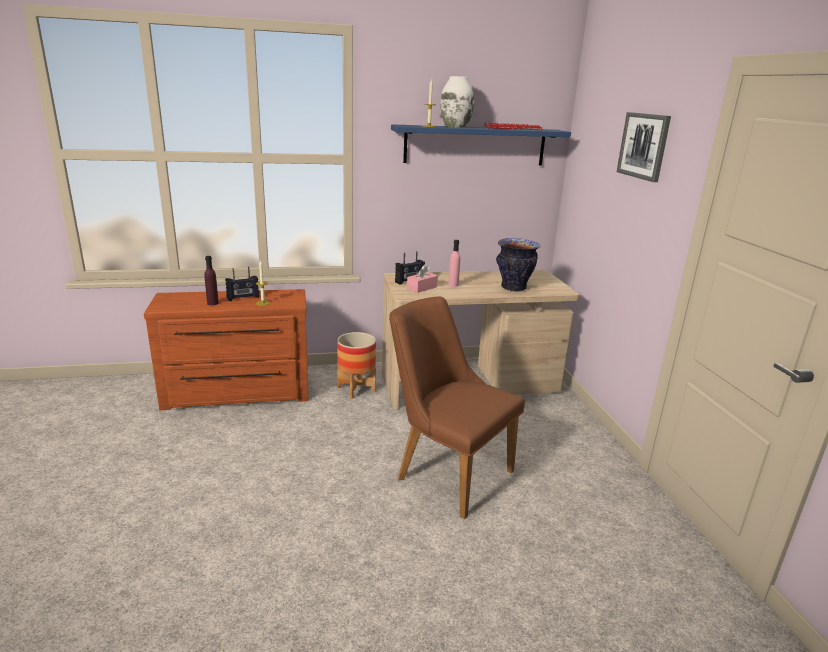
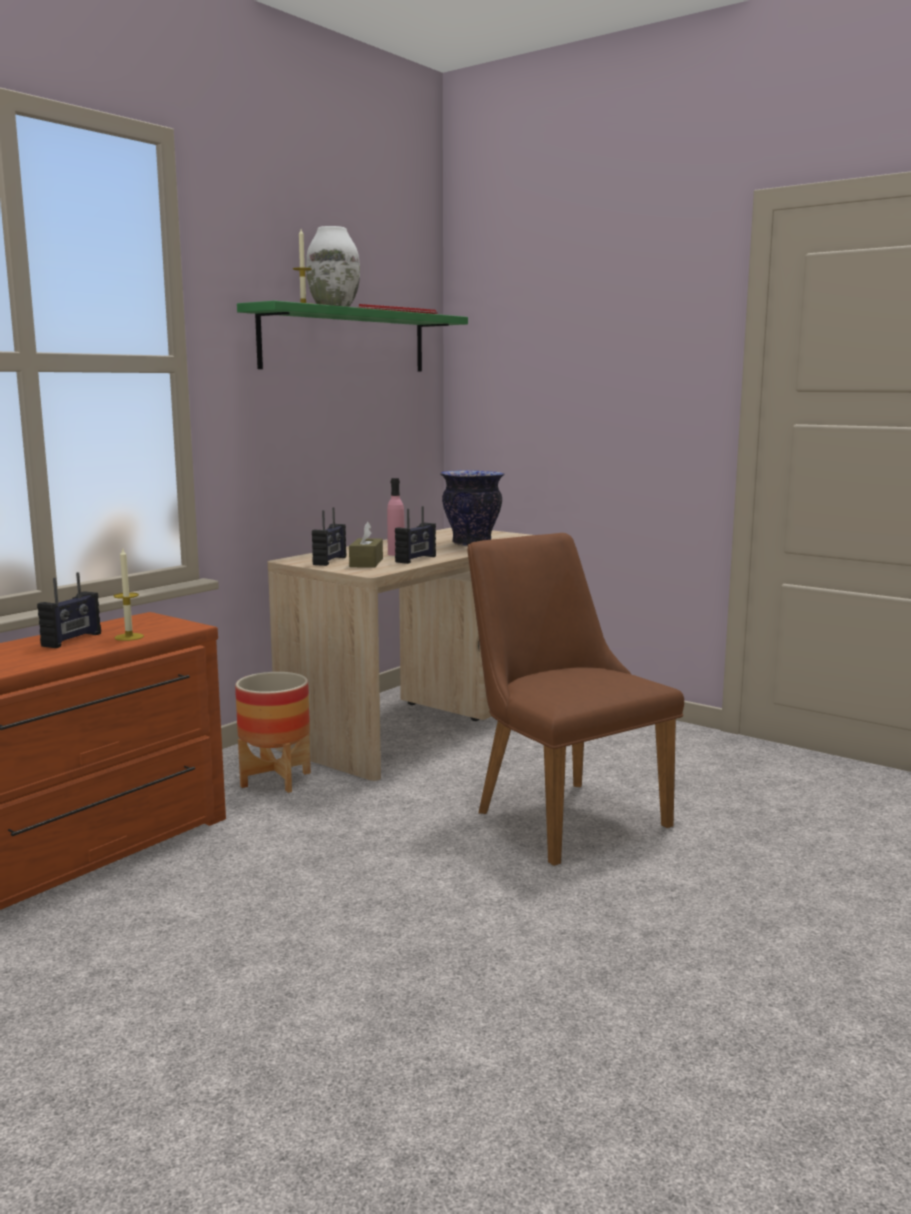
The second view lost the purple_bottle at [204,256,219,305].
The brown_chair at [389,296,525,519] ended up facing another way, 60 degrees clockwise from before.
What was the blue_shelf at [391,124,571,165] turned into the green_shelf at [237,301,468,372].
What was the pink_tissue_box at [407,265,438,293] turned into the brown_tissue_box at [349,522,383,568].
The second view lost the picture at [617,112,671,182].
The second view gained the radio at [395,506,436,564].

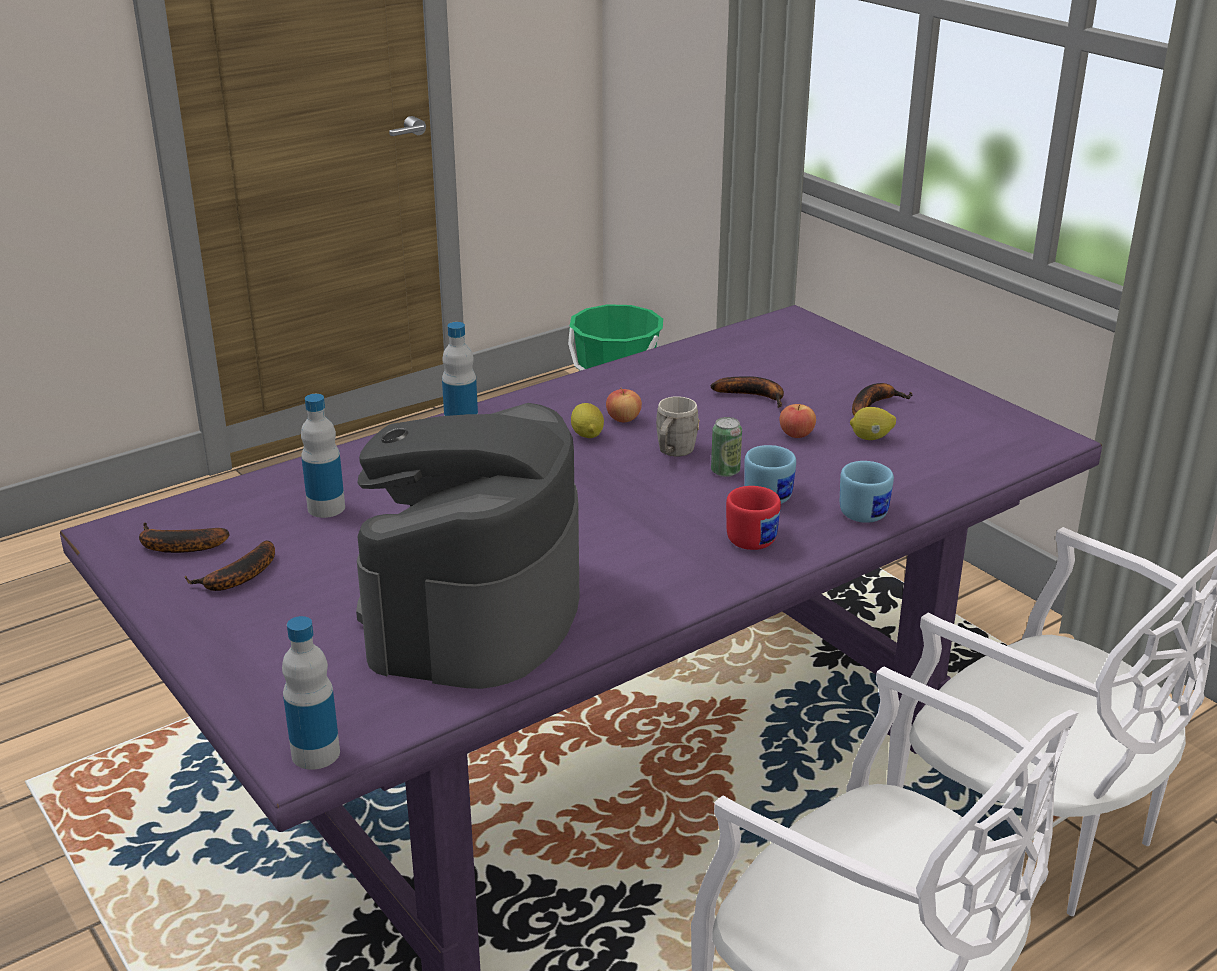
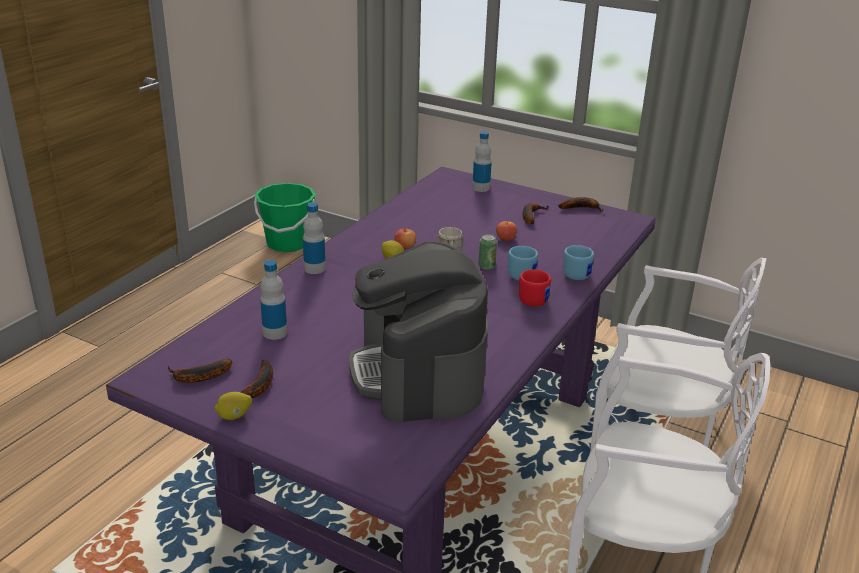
The bottle ended up elsewhere, having gone from [282,616,340,770] to [472,131,492,192].
The banana ended up elsewhere, having gone from [711,376,784,408] to [558,197,603,212].
The lemon ended up elsewhere, having gone from [850,407,896,440] to [215,392,252,420].

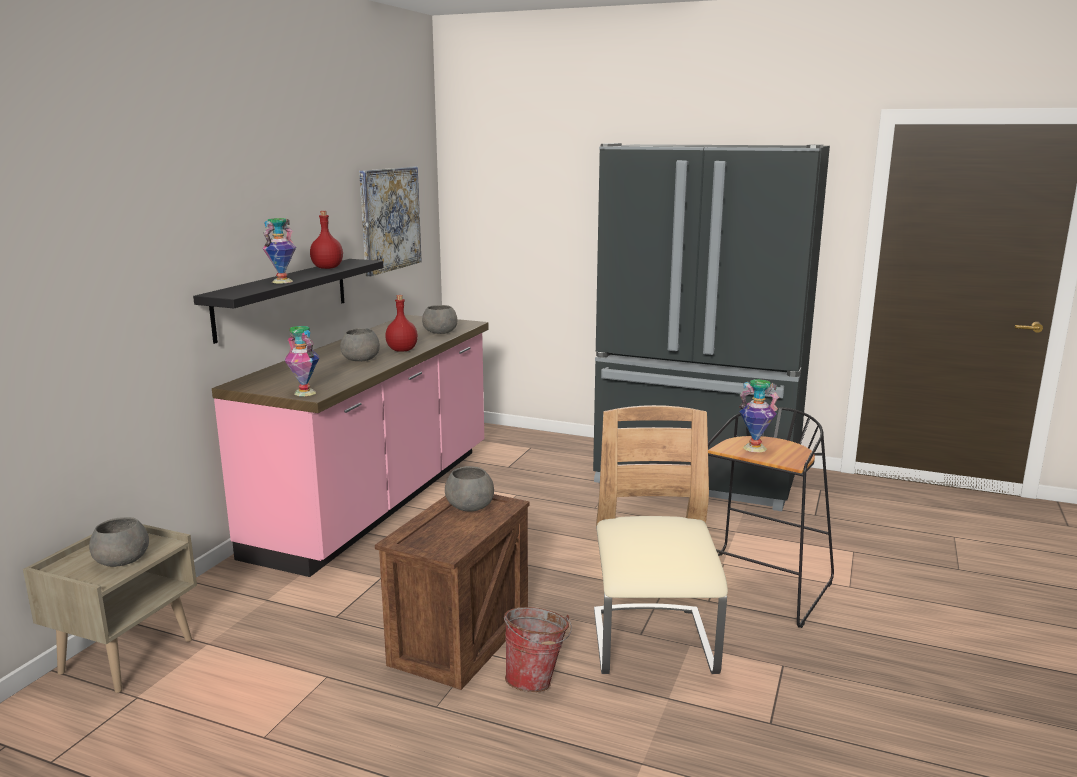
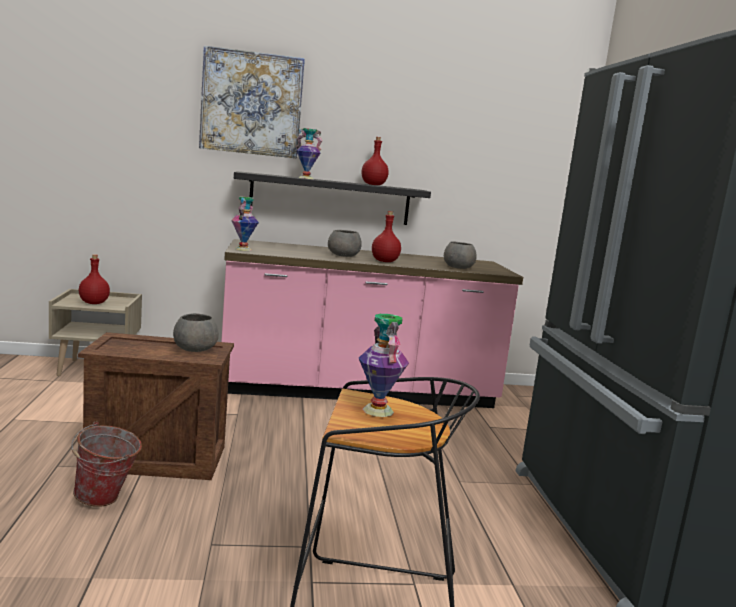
Where the grey_bowl stood at [89,517,149,567], the red_bottle came to stand at [79,254,110,304].
The picture ended up elsewhere, having gone from [359,167,422,276] to [199,46,305,158].
The second view lost the beige_chair at [594,405,728,674].

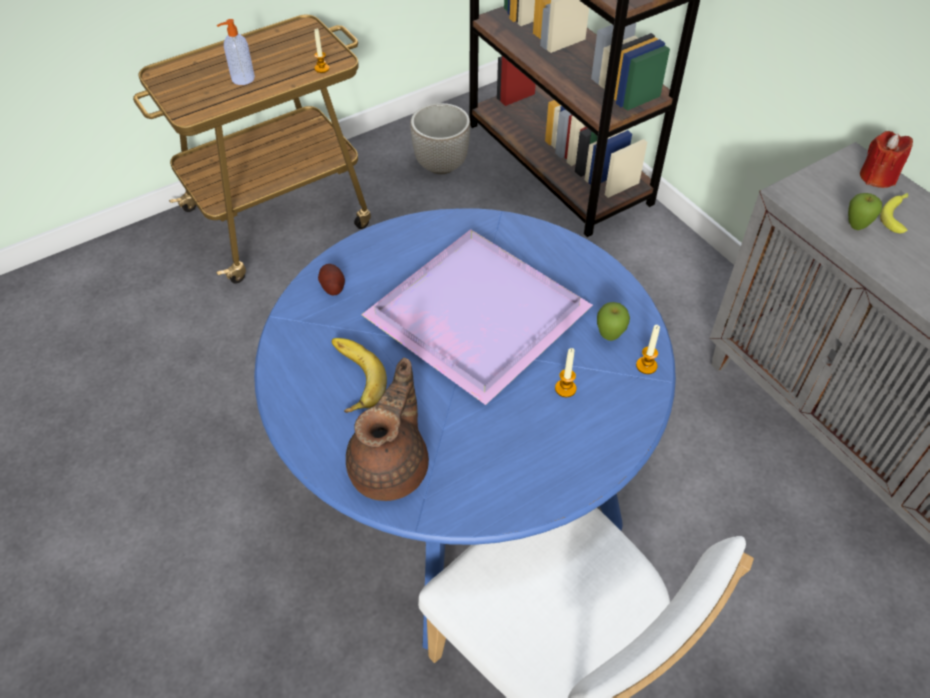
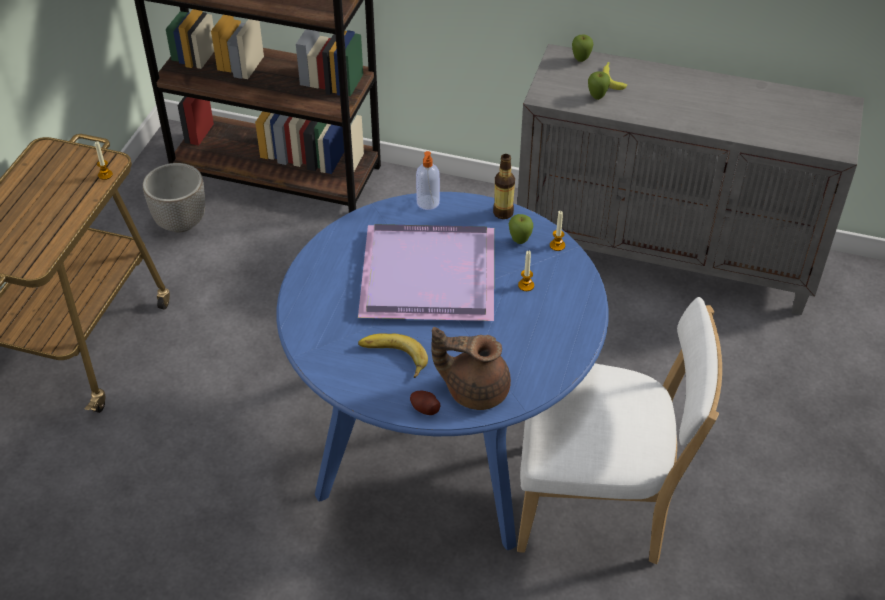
The soap_dispenser ended up elsewhere, having gone from [217,19,255,85] to [416,151,440,210].
The potato ended up elsewhere, having gone from [318,264,345,296] to [410,391,441,415].
The brown_teapot at [346,358,429,501] ended up facing another way, 60 degrees counterclockwise from before.
Where the red_candle stood at [860,131,913,188], the apple came to stand at [572,35,593,62].
The second view gained the bottle at [493,154,515,219].

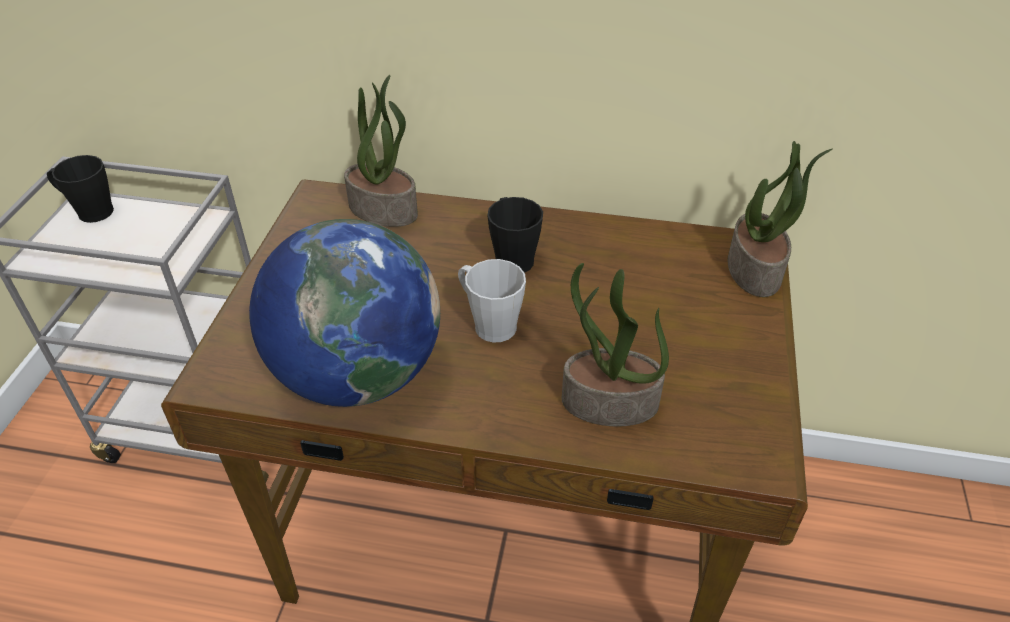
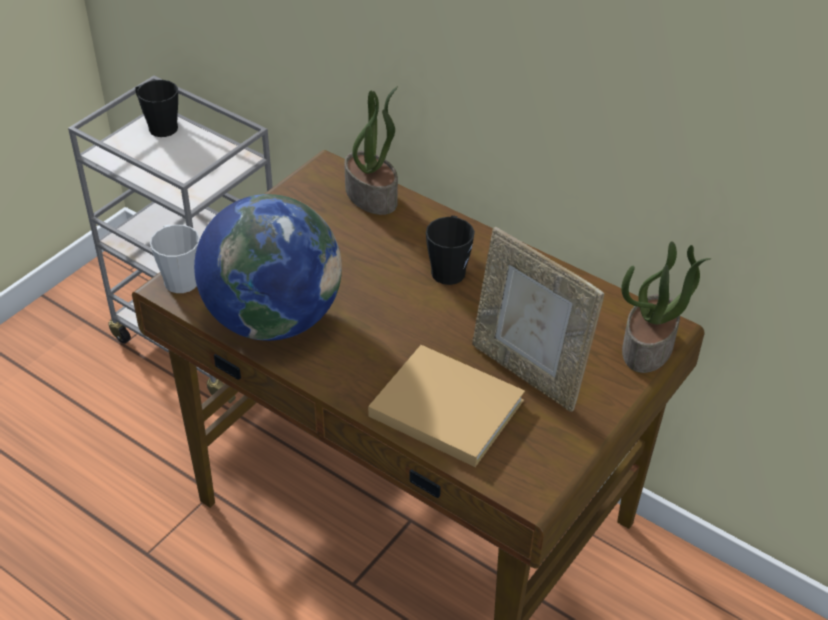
The grey_mug ended up elsewhere, having gone from [458,259,526,342] to [150,224,200,293].
Where the potted_plant stood at [562,263,669,427], the beige_book came to stand at [368,345,525,467].
The second view gained the picture_frame at [472,227,605,412].

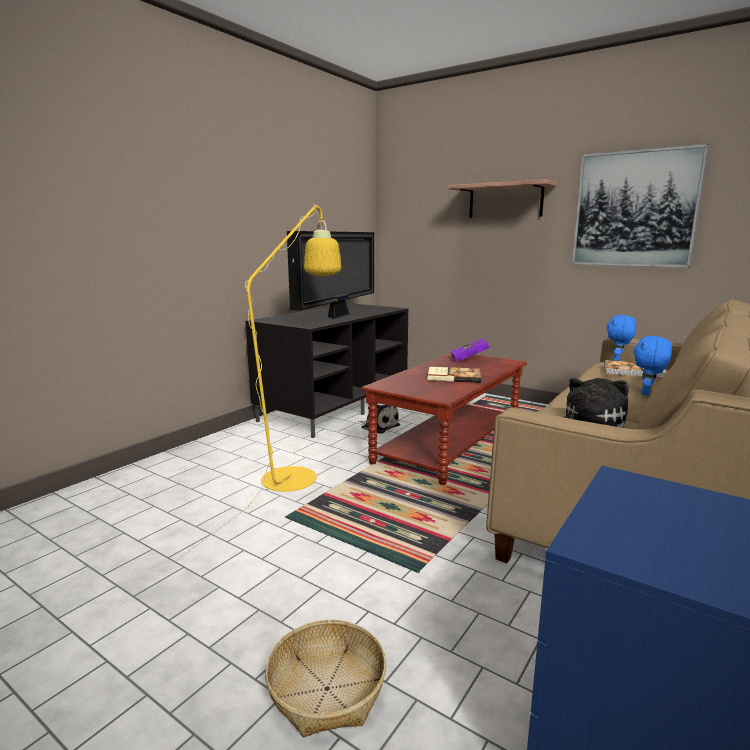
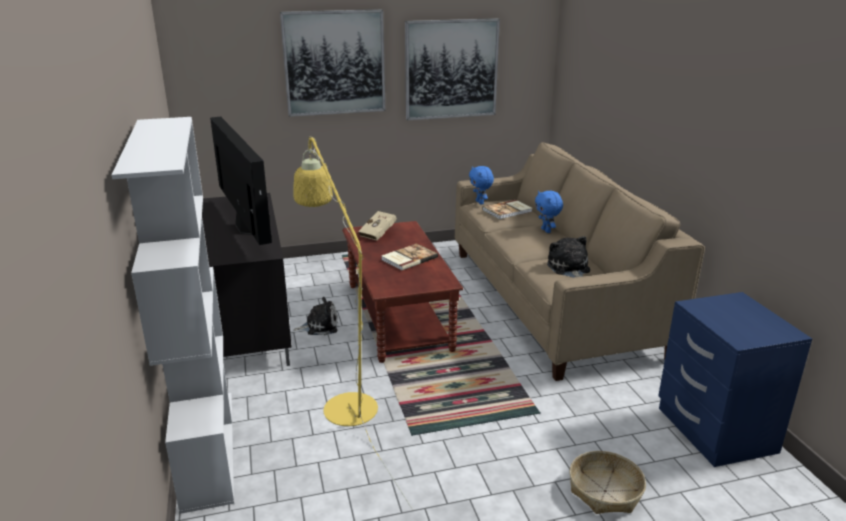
Where the shelf hung at [447,179,557,218], the picture came to hang at [280,9,385,117].
What was the purple_book at [450,339,493,362] turned into the beige_book at [358,211,397,240].
The second view gained the white_bookcase at [112,117,234,514].

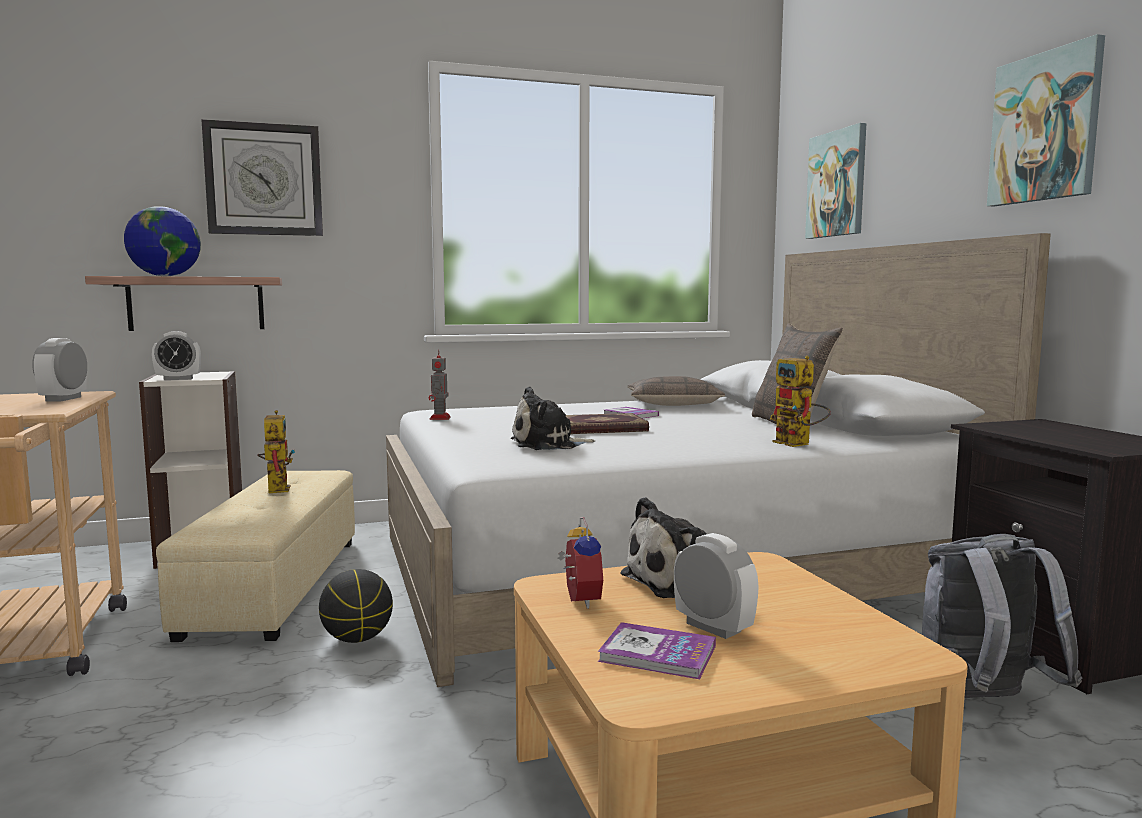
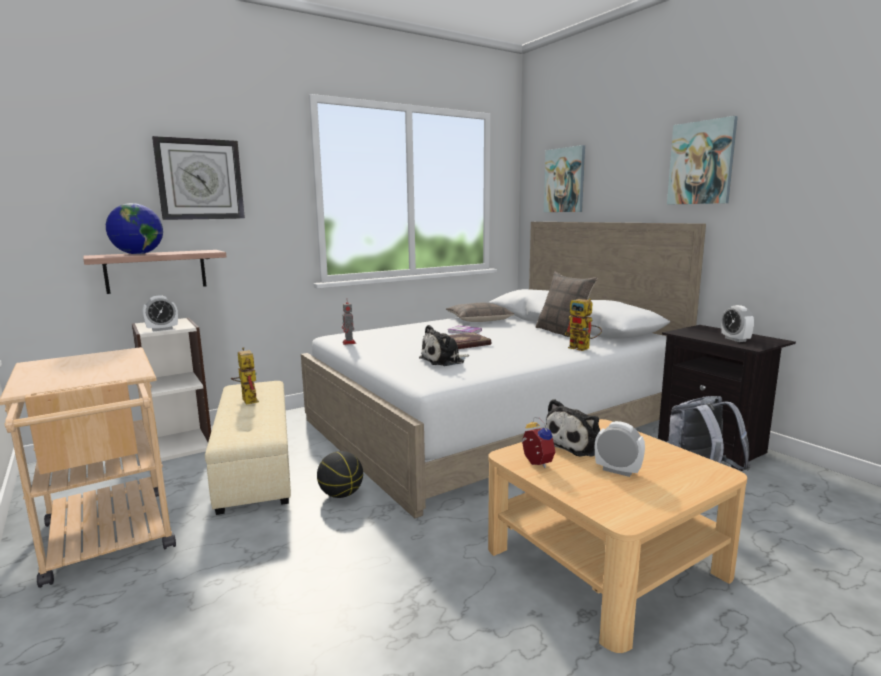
The alarm_clock ended up elsewhere, having gone from [32,338,87,401] to [721,305,754,342].
The second view lost the book at [598,622,716,679].

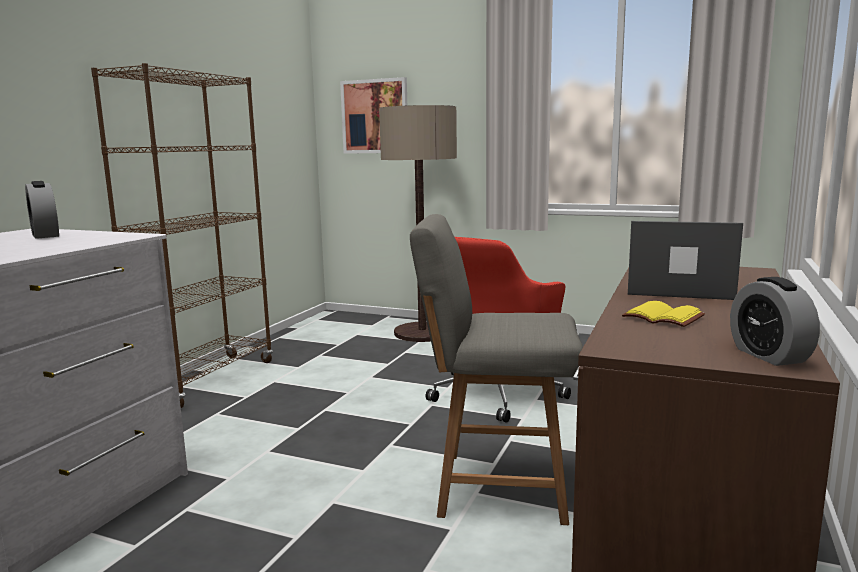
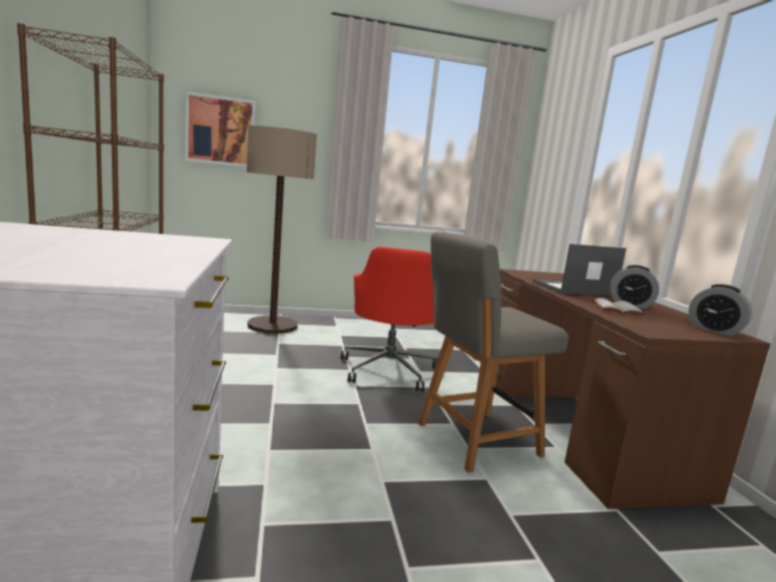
The alarm_clock ended up elsewhere, having gone from [25,181,59,239] to [610,265,659,308].
What was the yellow_book at [622,301,705,327] turned into the white_book at [592,298,645,315].

